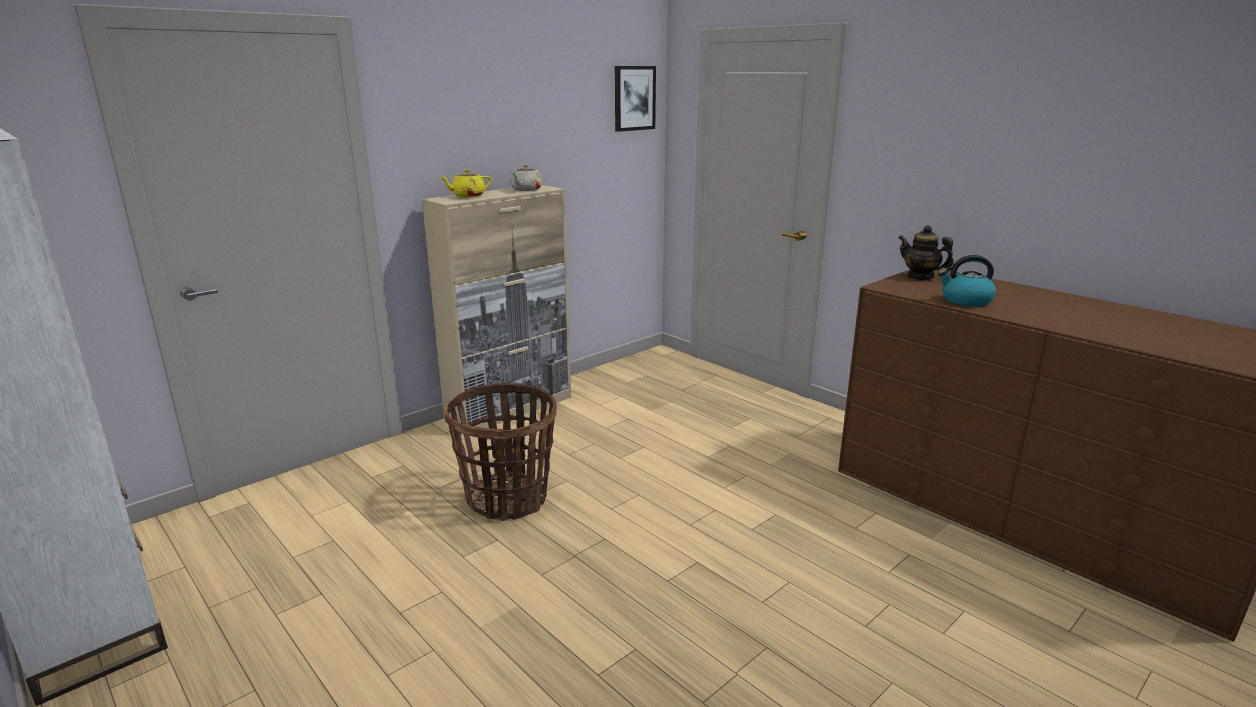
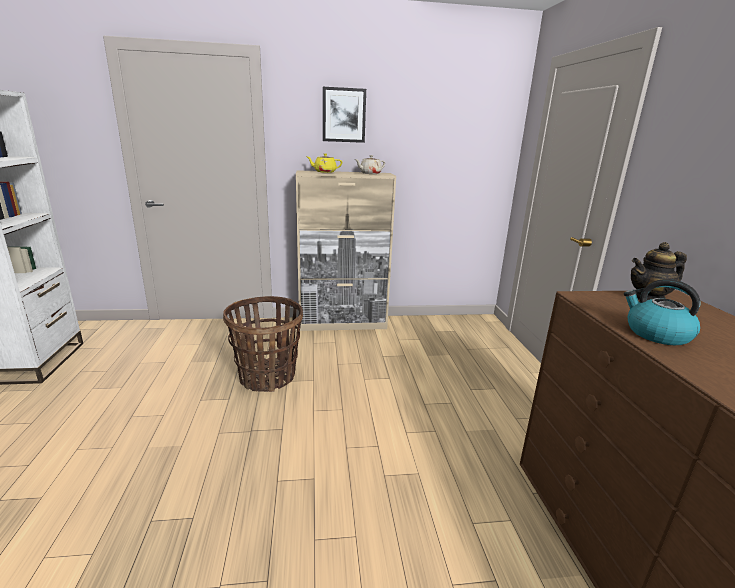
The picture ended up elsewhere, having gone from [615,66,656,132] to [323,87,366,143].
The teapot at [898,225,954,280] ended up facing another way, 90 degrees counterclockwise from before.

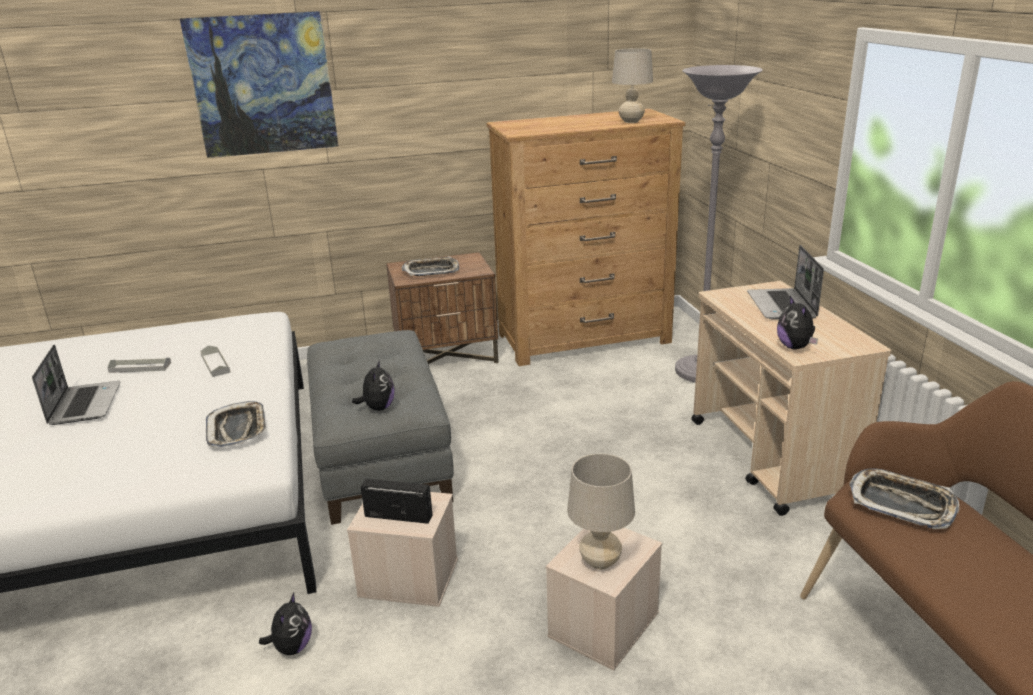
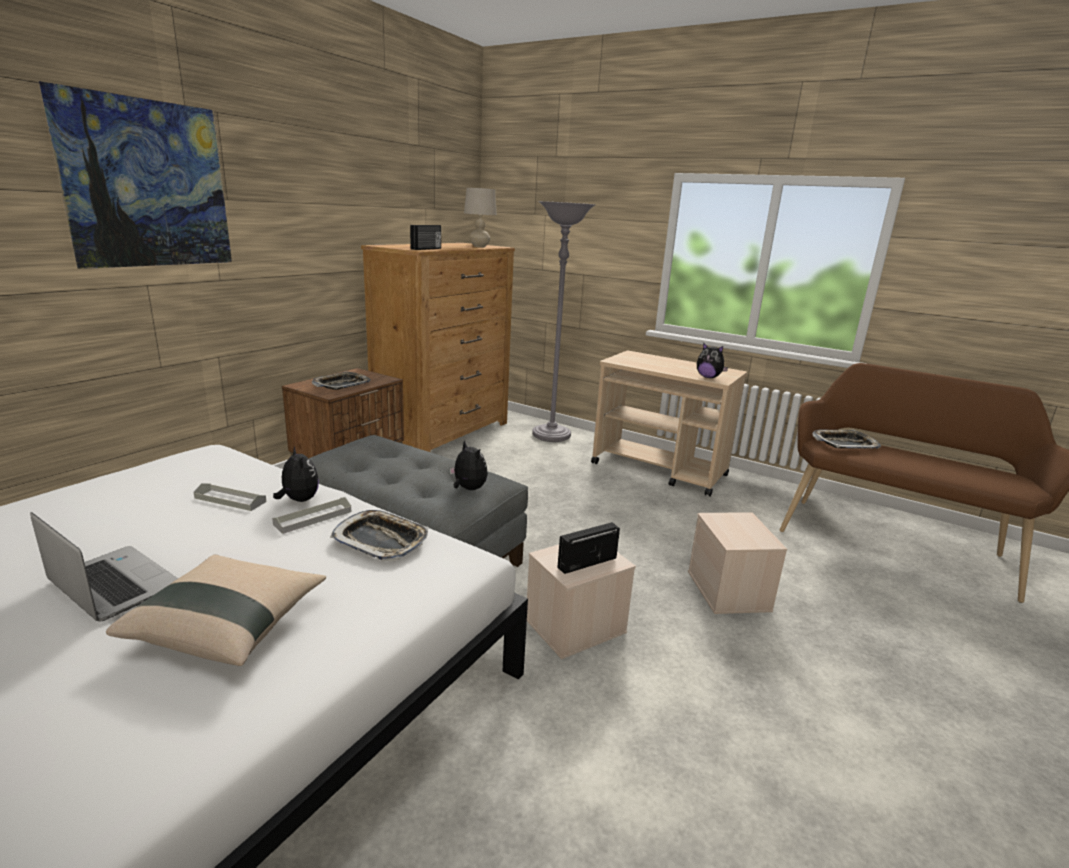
The grey_tray ended up elsewhere, having gone from [107,358,171,373] to [272,497,351,534].
The plush_toy ended up elsewhere, having gone from [259,593,312,655] to [273,447,319,502].
The second view lost the beige_table_lamp at [567,453,635,569].
The second view lost the laptop at [747,245,824,320].
The second view gained the beige_pillow at [106,554,326,666].
The second view gained the radio at [410,225,441,250].

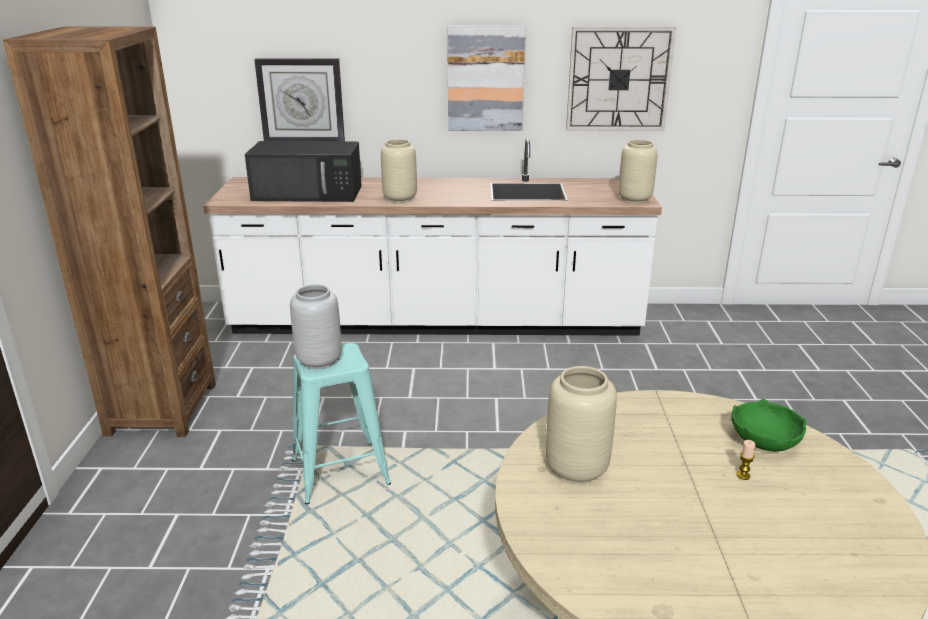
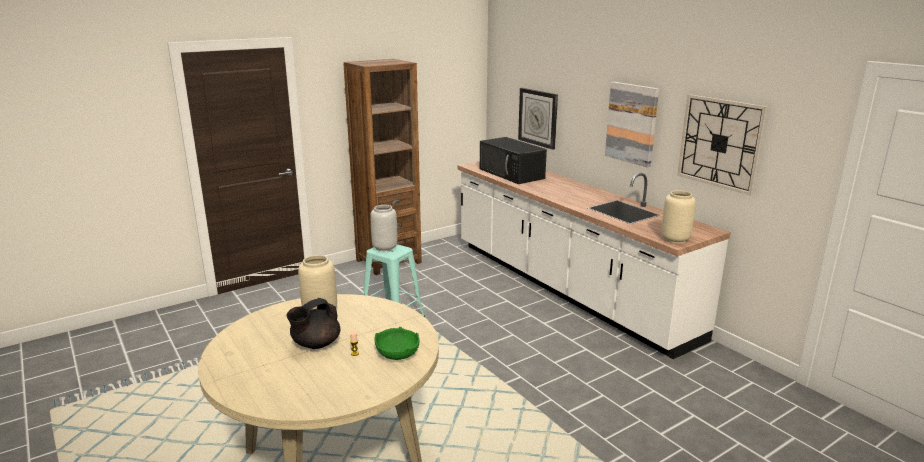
The second view lost the beige_vase at [381,139,417,203].
The second view gained the black_teapot at [287,298,340,349].

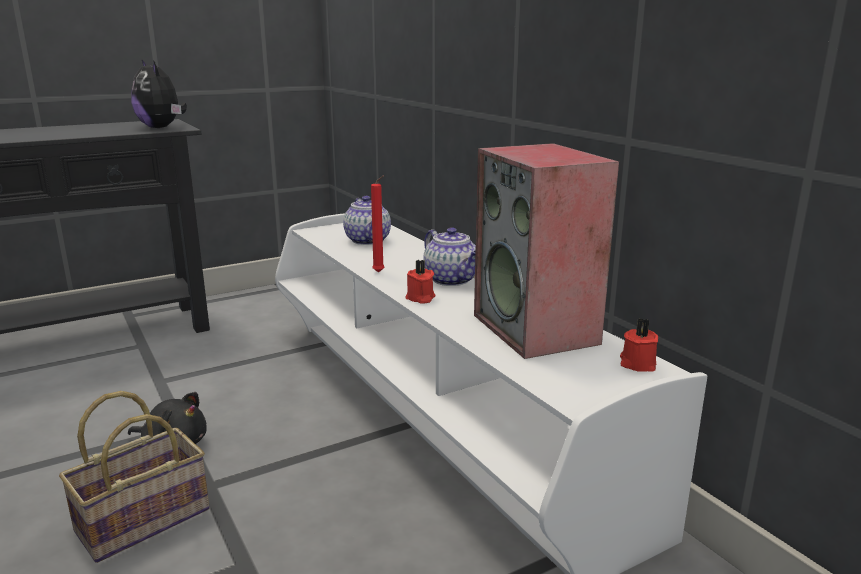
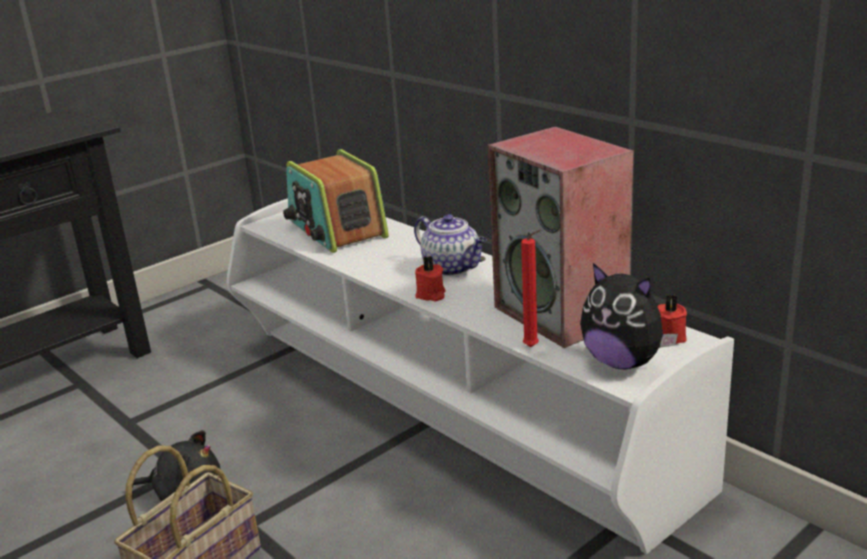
The plush_toy ended up elsewhere, having gone from [131,60,187,128] to [580,263,678,369].
Where the teapot stood at [343,196,391,245], the radio came to stand at [283,149,389,253].
The red_candle ended up elsewhere, having gone from [371,176,384,273] to [521,230,541,347].

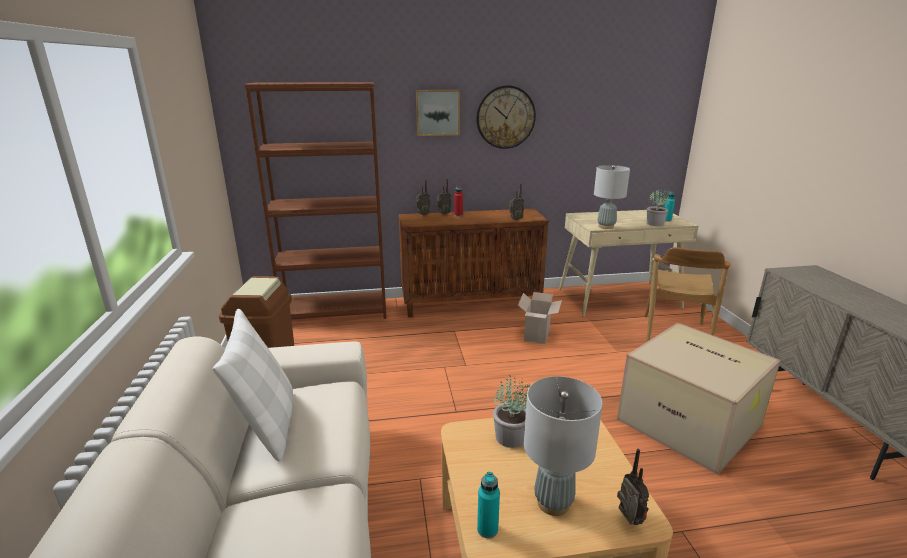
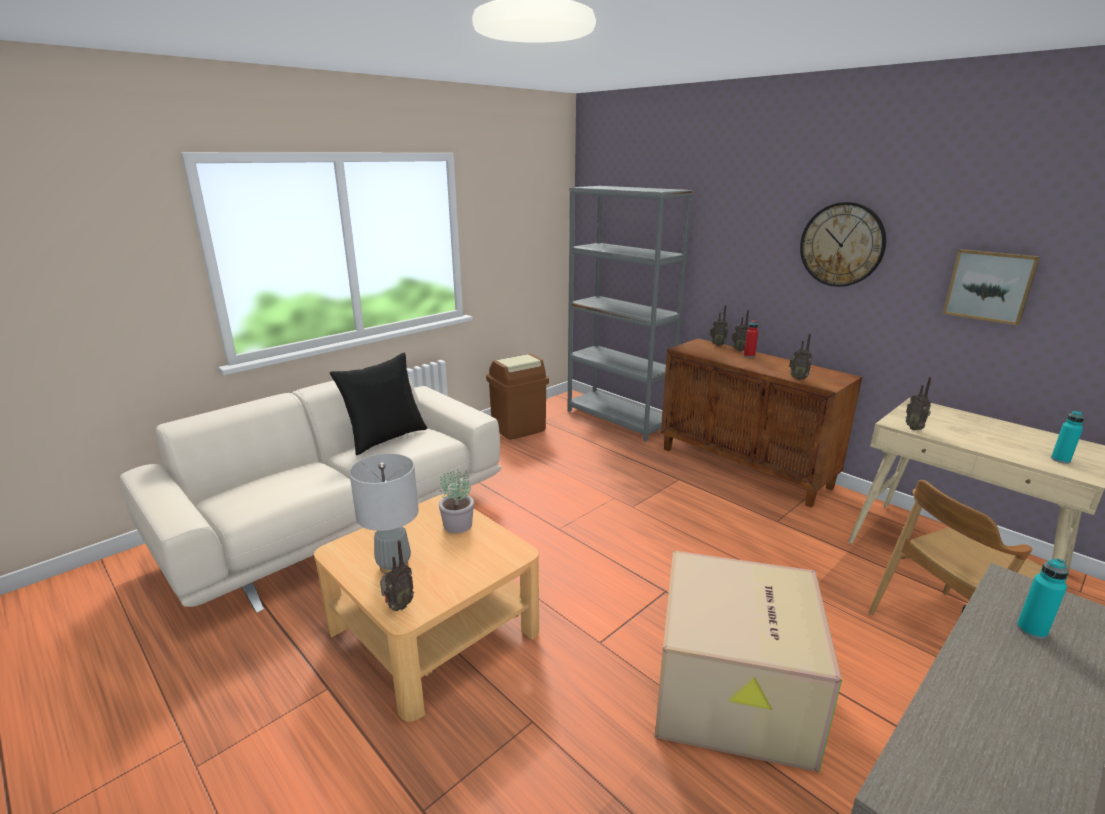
What was the white_pillow at [213,309,293,461] turned into the black_pillow at [330,352,427,455].
What was the brown_bookcase at [244,82,387,319] turned into the grey_bookcase at [568,186,693,442].
The picture ended up elsewhere, having gone from [416,90,460,136] to [943,249,1041,325].
The turquoise_bottle ended up elsewhere, having gone from [477,472,500,538] to [1017,558,1069,639].
The second view lost the cardboard_box at [518,292,562,344].
Where the grey_table_lamp stood at [594,165,630,229], the radio came to stand at [906,377,931,430].
The second view lost the potted_plant at [647,189,669,226].

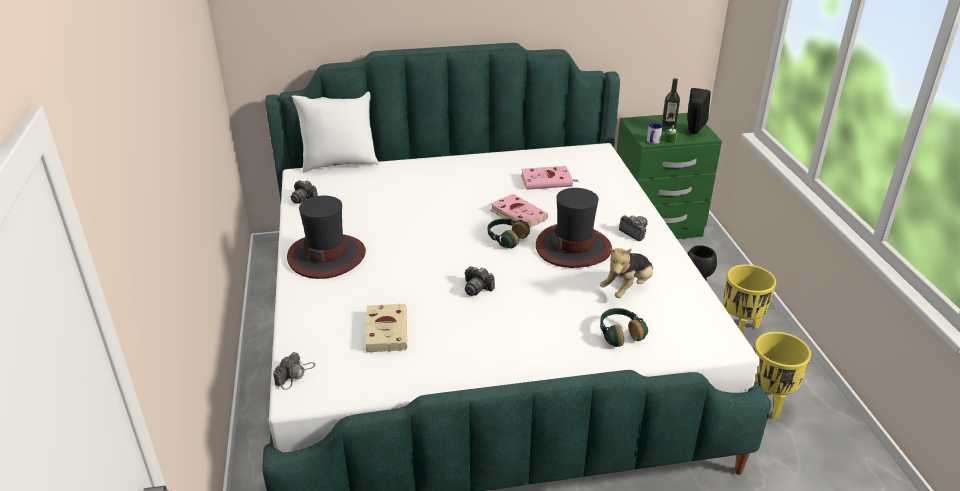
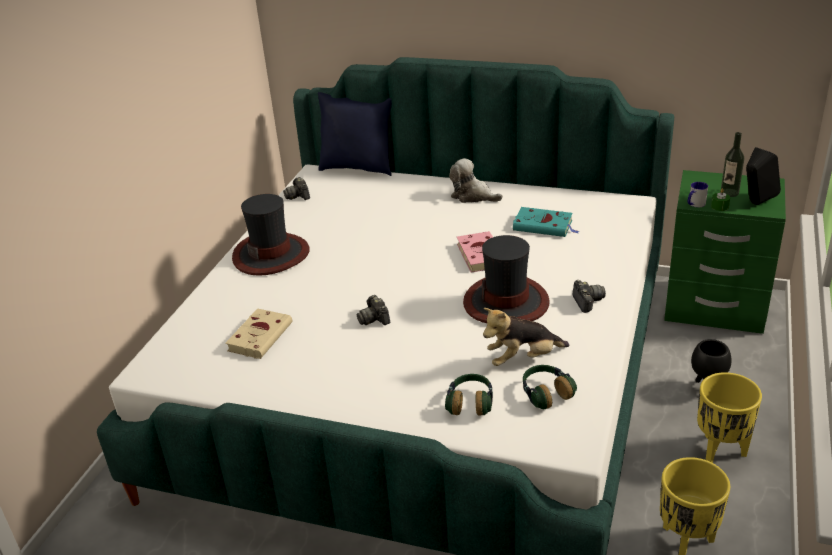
The second view lost the photo_camera at [273,352,315,390].
What was the white_pillow at [292,91,379,173] turned into the blue_pillow at [318,92,392,176].
The headphones ended up elsewhere, having gone from [488,219,530,248] to [523,365,577,410].
What was the pink_book at [521,166,579,190] turned into the turquoise_book at [513,207,579,237].
The second view gained the plush_toy at [449,158,503,203].

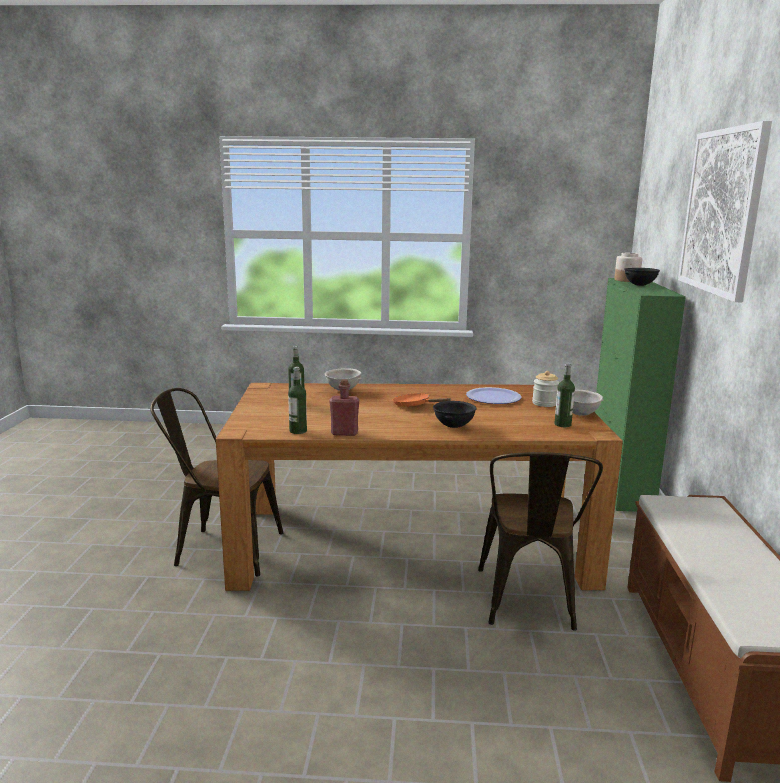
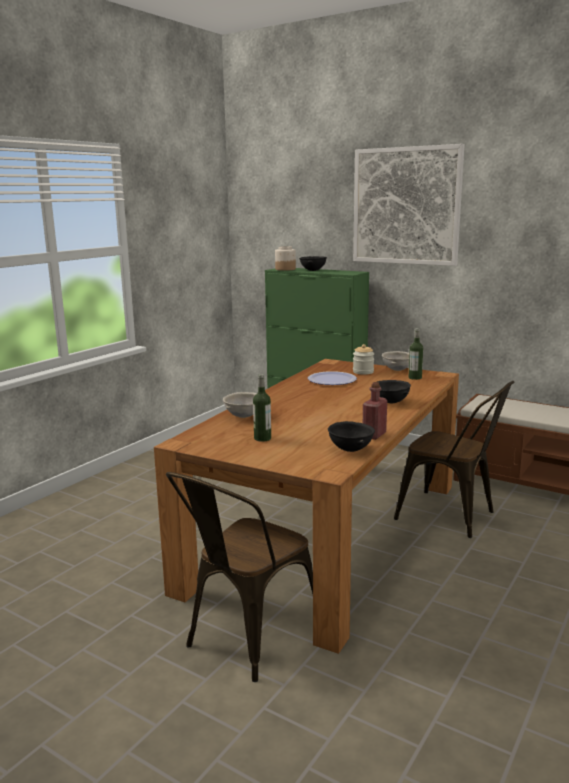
Where the bottle stood at [288,367,307,434], the black_bowl came to stand at [328,421,375,452].
The second view lost the orange_frying_pan at [393,393,451,407].

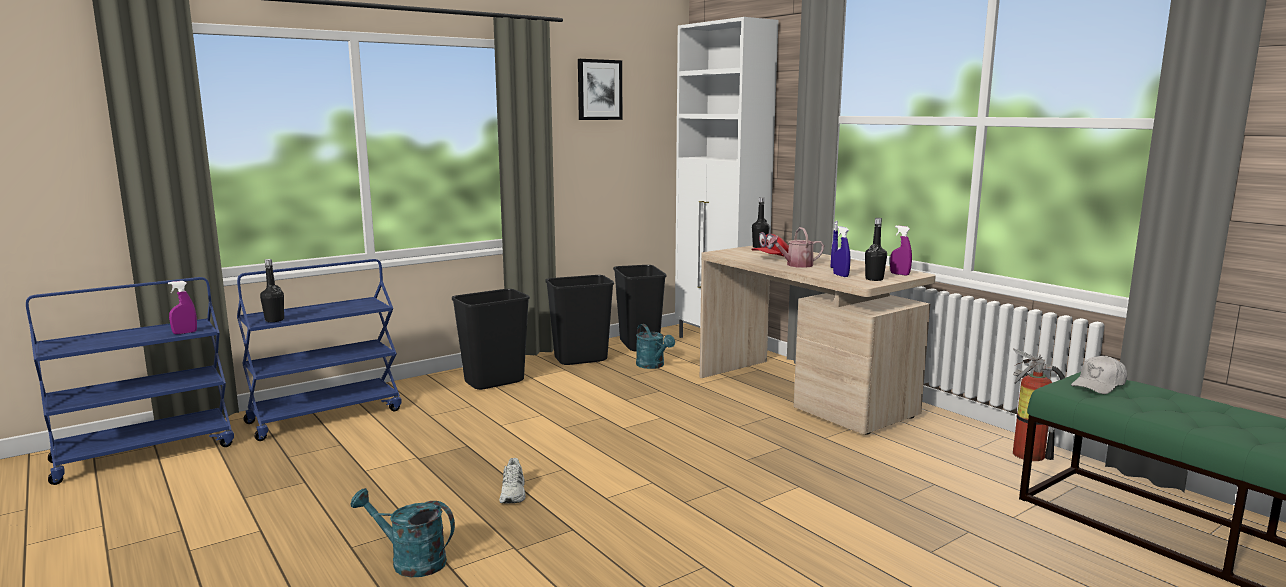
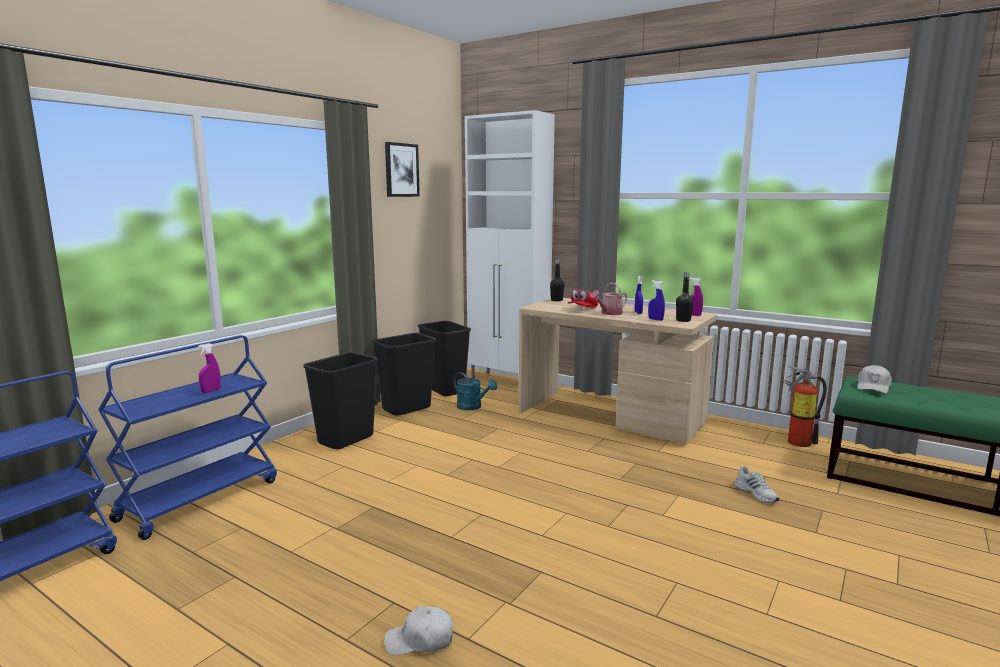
The purple_spray_bottle ended up elsewhere, having gone from [168,281,197,334] to [198,343,221,393].
The second view lost the black_bottle at [260,259,284,322].
Where the turquoise_watering_can stood at [350,488,455,577], the white_cap came to stand at [384,606,453,655].
The white_shoe ended up elsewhere, having gone from [499,458,526,503] to [734,466,779,503].

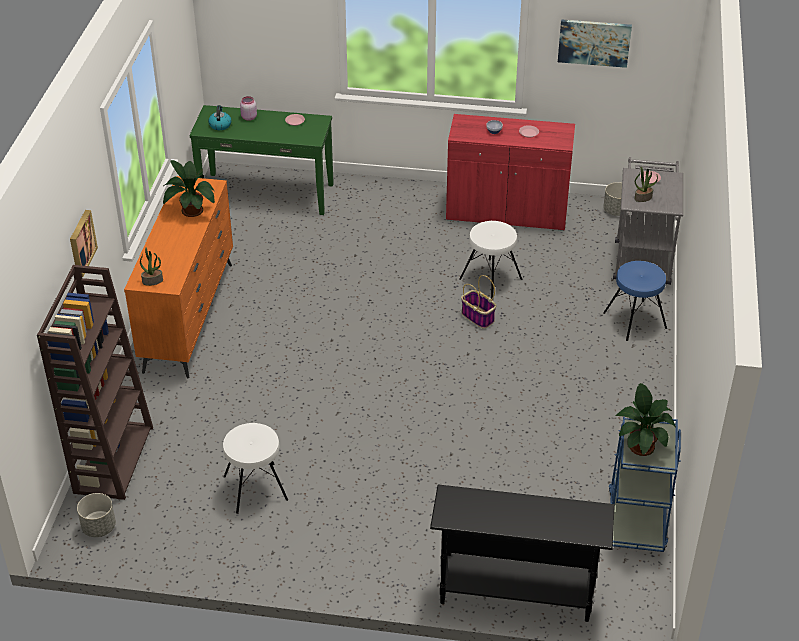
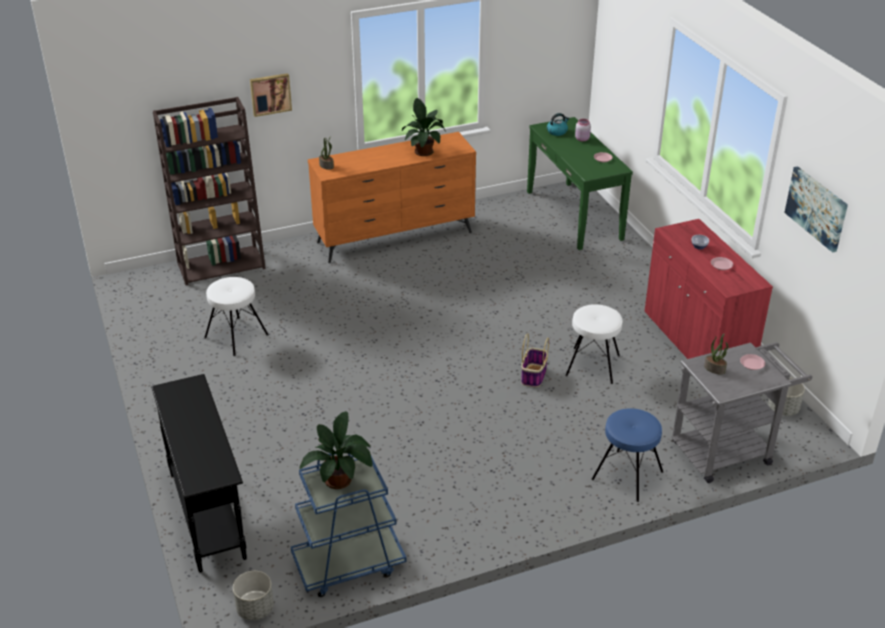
The grey_planter ended up elsewhere, having gone from [77,493,116,537] to [233,571,274,620].

